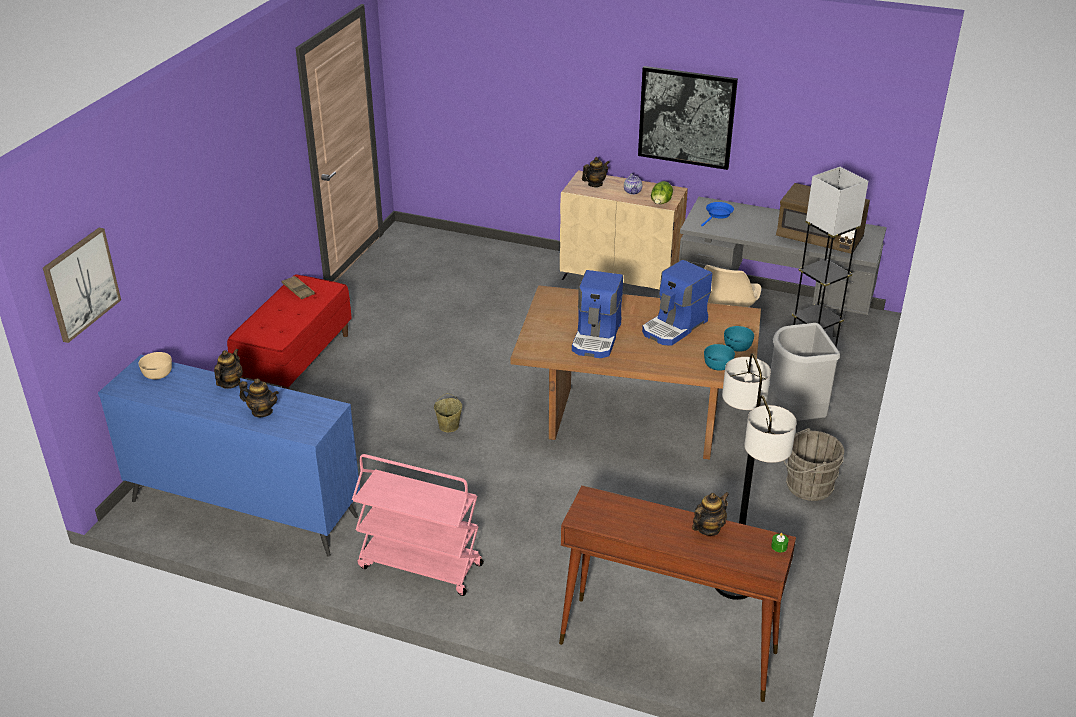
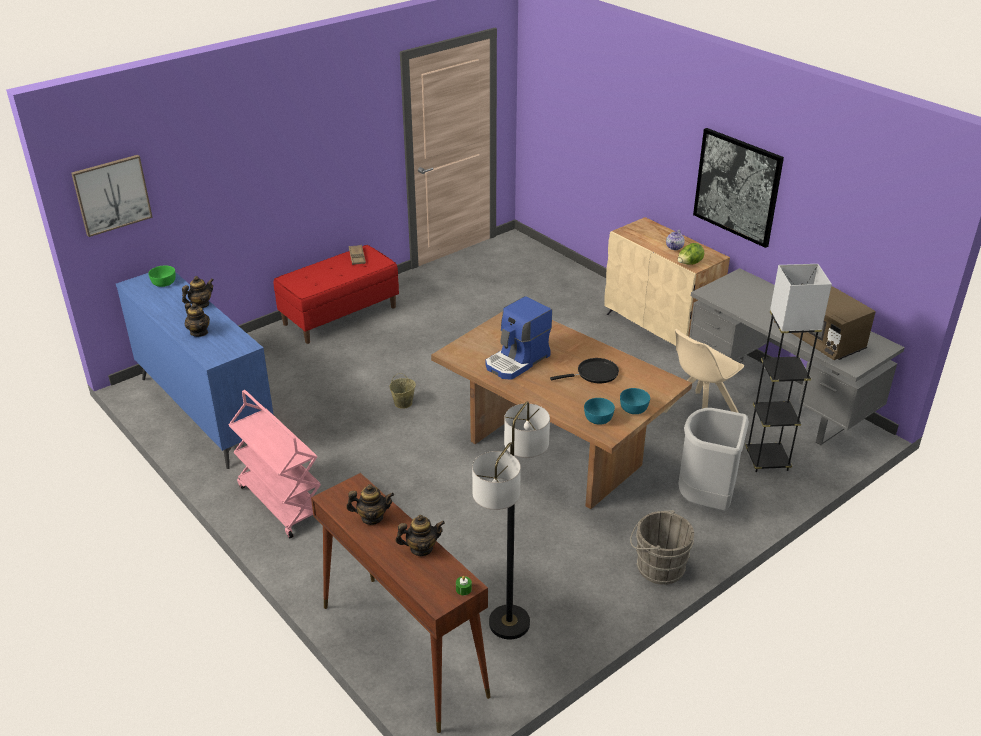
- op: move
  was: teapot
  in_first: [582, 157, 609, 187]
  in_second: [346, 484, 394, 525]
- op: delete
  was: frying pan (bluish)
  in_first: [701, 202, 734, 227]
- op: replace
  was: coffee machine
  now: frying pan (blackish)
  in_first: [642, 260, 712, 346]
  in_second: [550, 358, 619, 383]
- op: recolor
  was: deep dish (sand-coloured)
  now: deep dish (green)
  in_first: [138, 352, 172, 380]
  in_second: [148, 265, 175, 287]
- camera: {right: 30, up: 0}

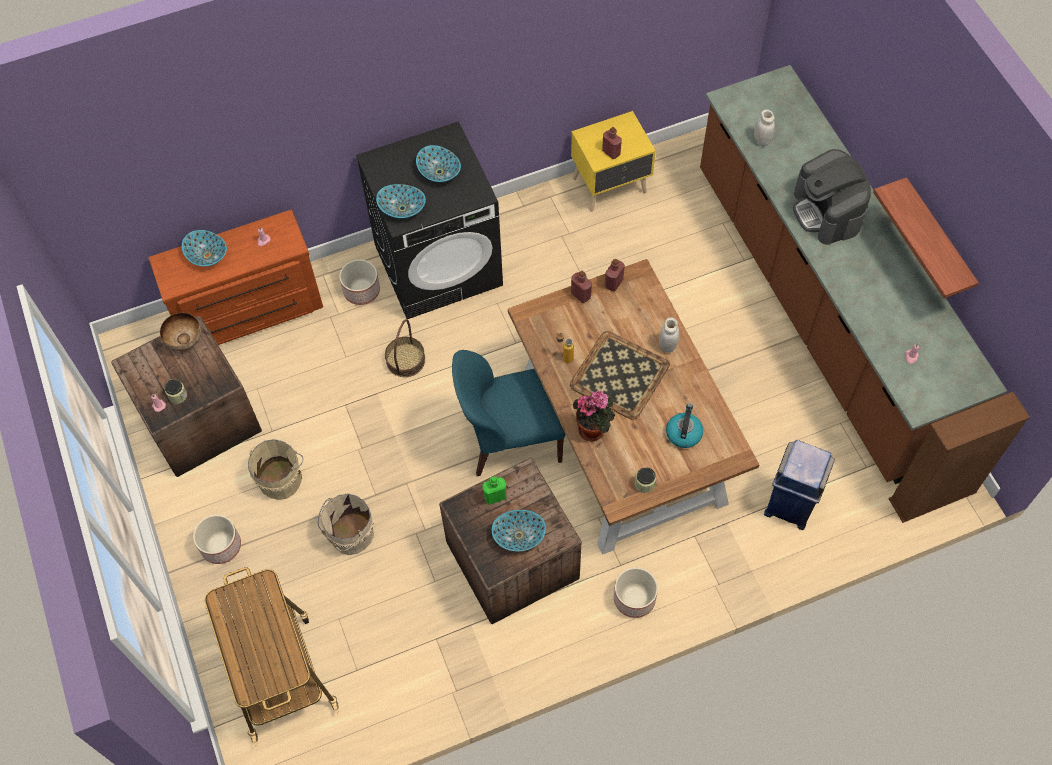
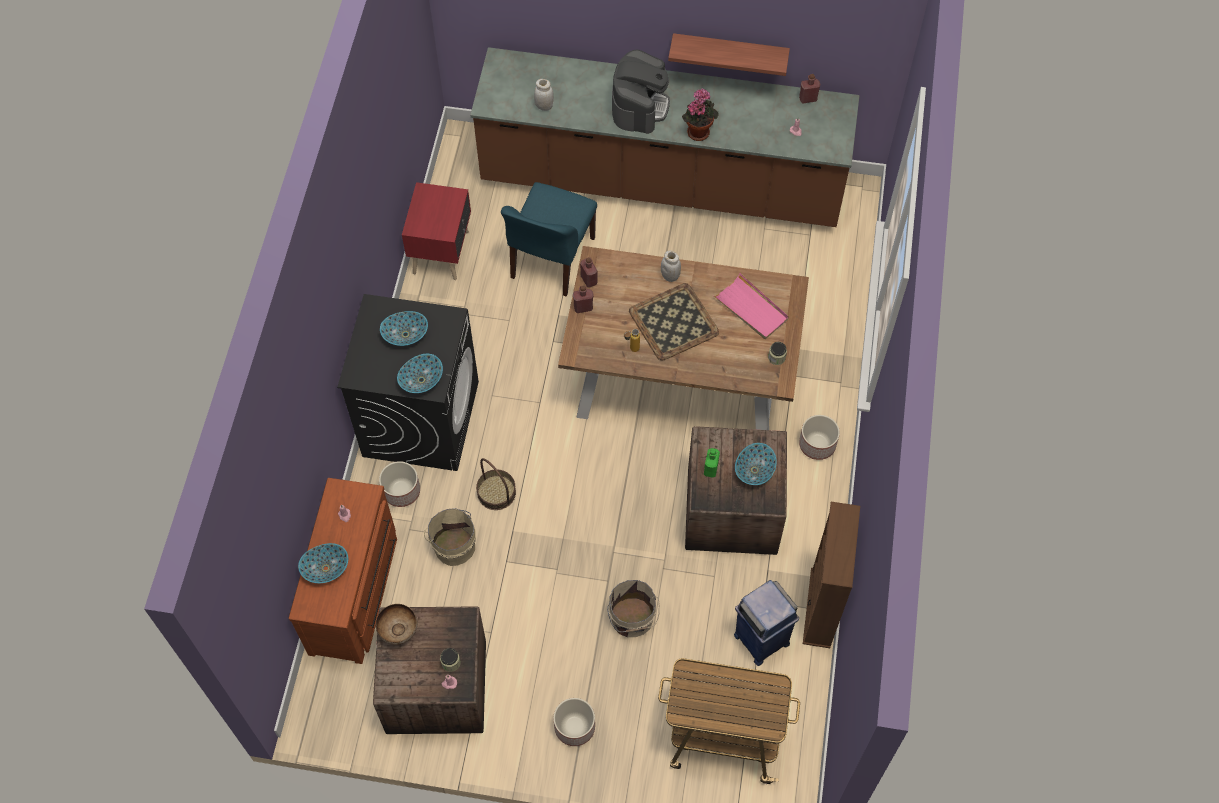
- op: recolor
  was: nightstand (yellowish)
  now: nightstand (red)
  in_first: [571, 111, 656, 212]
  in_second: [402, 182, 471, 280]
- op: move
  was: drink bottle (red)
  in_first: [602, 127, 622, 159]
  in_second: [799, 74, 820, 103]
- op: rotate
  was: coffee machine
  in_first: [793, 149, 871, 245]
  in_second: [612, 50, 670, 134]
  clockwise: -90
- op: move
  was: chair (bluish)
  in_first: [452, 350, 565, 476]
  in_second: [501, 182, 597, 296]
- op: move
  was: potted plant
  in_first: [573, 391, 615, 441]
  in_second: [682, 88, 719, 141]
- op: move
  was: bookcase (brownish)
  in_first: [888, 392, 1030, 523]
  in_second: [803, 502, 860, 648]
- op: replace
  was: water kettle
  now: serving tray (pinkish)
  in_first: [666, 404, 703, 448]
  in_second: [714, 273, 789, 339]
- op: move
  was: pail (sand-coloured)
  in_first: [248, 439, 303, 500]
  in_second: [424, 508, 476, 566]
- op: move
  was: waste bin (bluish)
  in_first: [764, 440, 835, 530]
  in_second: [734, 580, 799, 666]
- camera: {right: -60, up: 0}

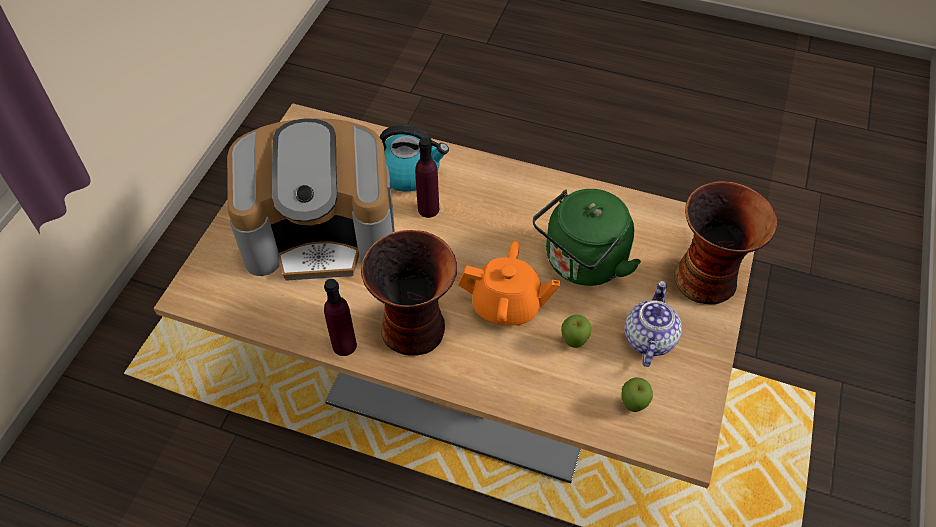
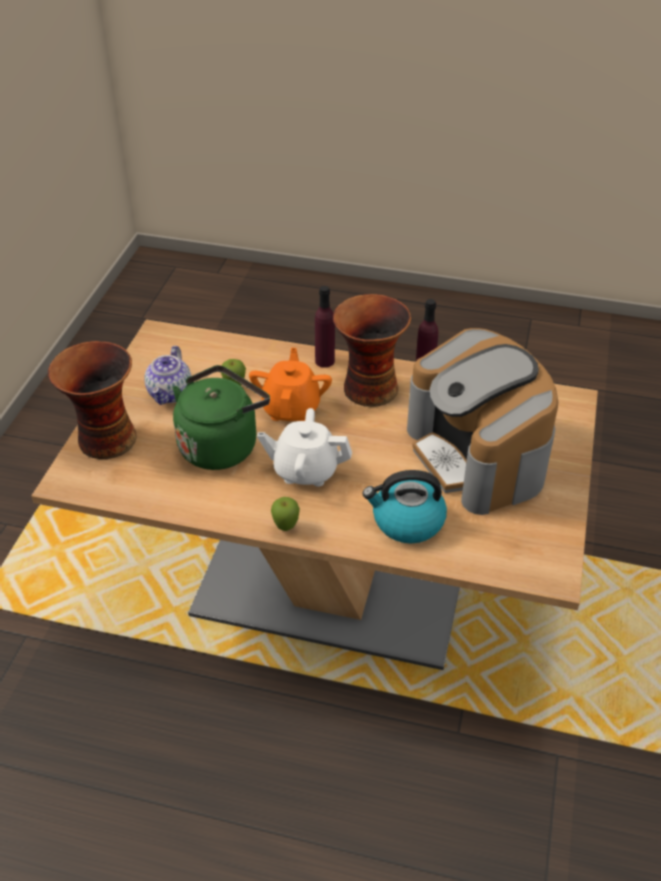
- op: rotate
  was: coffee machine
  in_first: [227, 118, 395, 281]
  in_second: [407, 328, 558, 515]
  clockwise: -105
- op: move
  was: drink bottle (purple-coloured)
  in_first: [415, 138, 439, 218]
  in_second: [315, 286, 335, 368]
- op: rotate
  was: teapot (orangey)
  in_first: [458, 241, 560, 326]
  in_second: [249, 348, 332, 421]
  clockwise: 90
- op: move
  was: apple
  in_first: [621, 377, 653, 412]
  in_second: [271, 497, 300, 531]
- op: insert
  now: teapot (white)
  in_second: [257, 408, 352, 487]
- camera: {right: 175, up: -10}

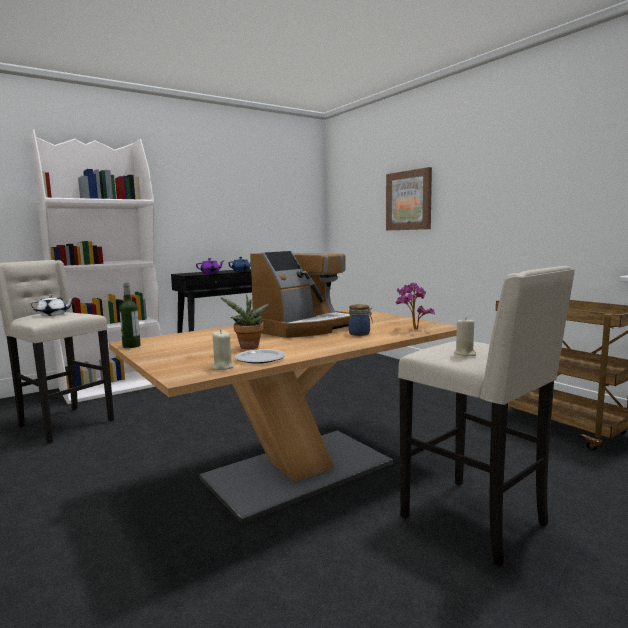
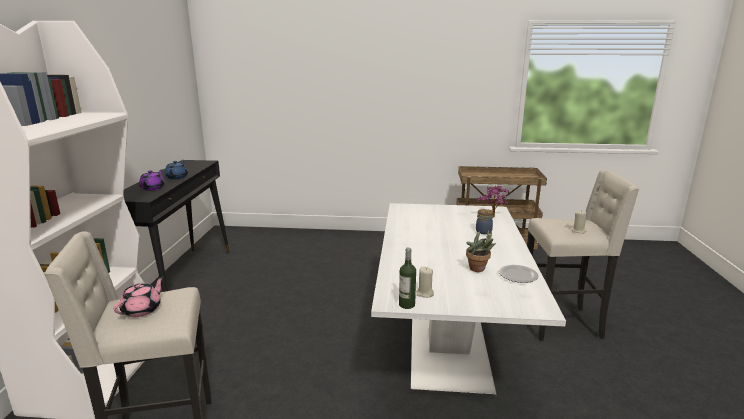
- op: delete
  was: picture
  in_first: [386, 167, 432, 230]
- op: delete
  was: coffee machine
  in_first: [250, 251, 350, 338]
- op: recolor
  was: teapot (white)
  now: teapot (pinkish)
  in_first: [29, 294, 76, 316]
  in_second: [113, 277, 164, 317]
- op: recolor
  was: dining table (brownish)
  now: dining table (white)
  in_first: [109, 310, 457, 524]
  in_second: [371, 203, 566, 398]
- op: move
  was: wax candle (sand-coloured)
  in_first: [212, 330, 234, 370]
  in_second: [416, 267, 434, 298]
- camera: {right: -50, up: 10}

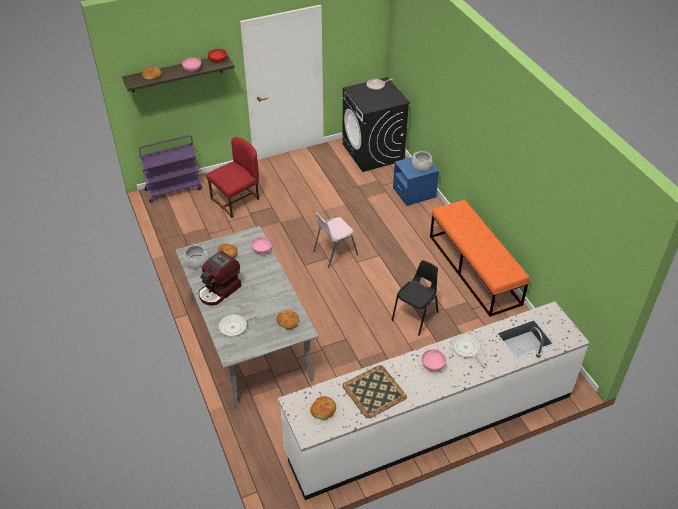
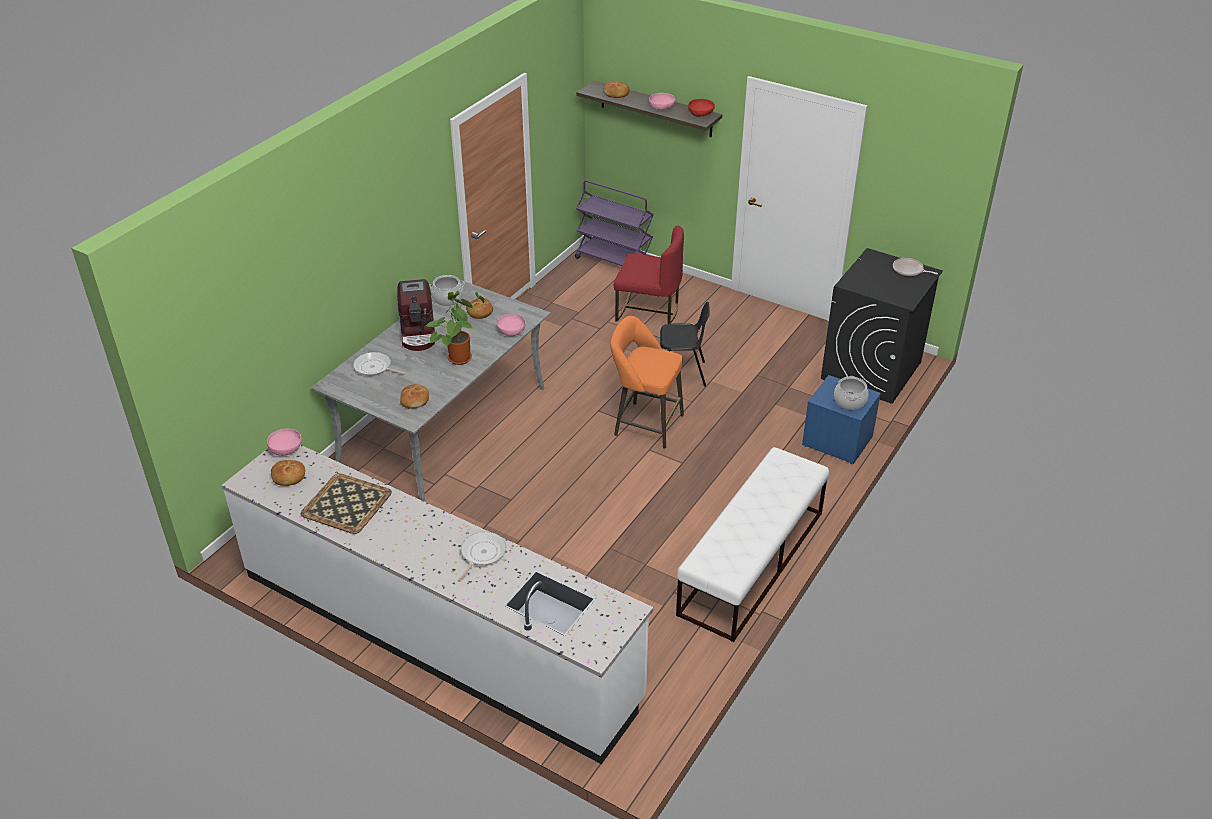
- op: recolor
  was: long seat (orangey)
  now: long seat (white)
  in_first: [430, 200, 530, 317]
  in_second: [676, 447, 830, 642]
- op: replace
  was: chair (pinkish)
  now: sitting stool (orangey)
  in_first: [313, 213, 358, 268]
  in_second: [610, 316, 684, 449]
- op: rotate
  was: coffee machine
  in_first: [199, 251, 242, 305]
  in_second: [397, 279, 435, 351]
  clockwise: -105
- op: move
  was: chair (blackish)
  in_first: [391, 260, 438, 336]
  in_second: [660, 302, 710, 387]
- op: move
  was: deep dish (pinkish)
  in_first: [421, 349, 446, 372]
  in_second: [267, 429, 301, 456]
- op: insert
  now: potted plant
  in_second: [426, 291, 485, 365]
- camera: {right: 55, up: -5}

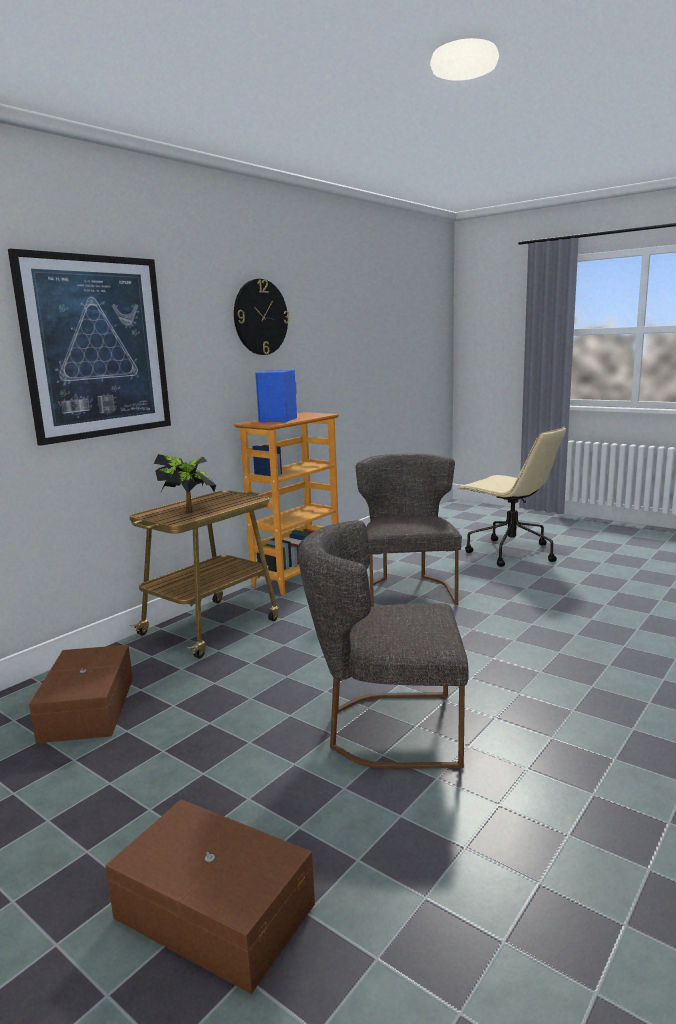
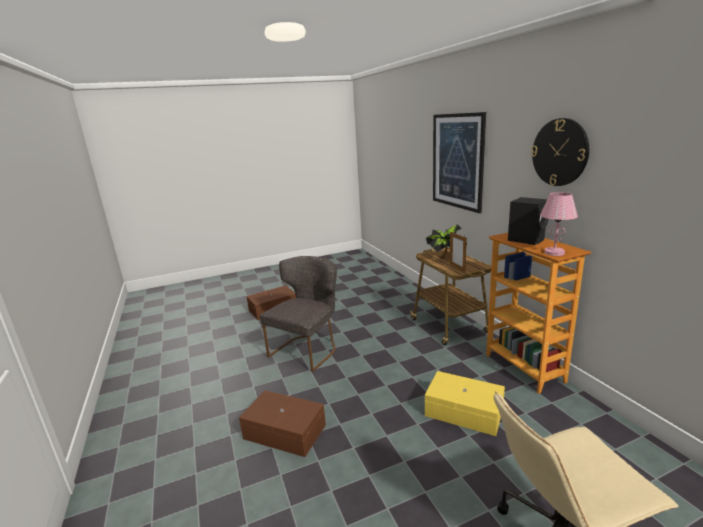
- op: recolor
  was: audio speaker (bluish)
  now: audio speaker (blackish)
  in_first: [255, 370, 297, 423]
  in_second: [508, 197, 549, 245]
- op: replace
  was: chair (grey)
  now: storage bin (yellowish)
  in_first: [356, 454, 462, 607]
  in_second: [425, 371, 505, 436]
- op: move
  was: storage bin (brownish)
  in_first: [29, 645, 133, 744]
  in_second: [239, 390, 326, 457]
- op: insert
  now: tabletop lamp (pinkish)
  in_second: [540, 192, 578, 256]
- op: insert
  now: standing frame
  in_second: [450, 232, 467, 272]
- camera: {right: 120, up: 5}

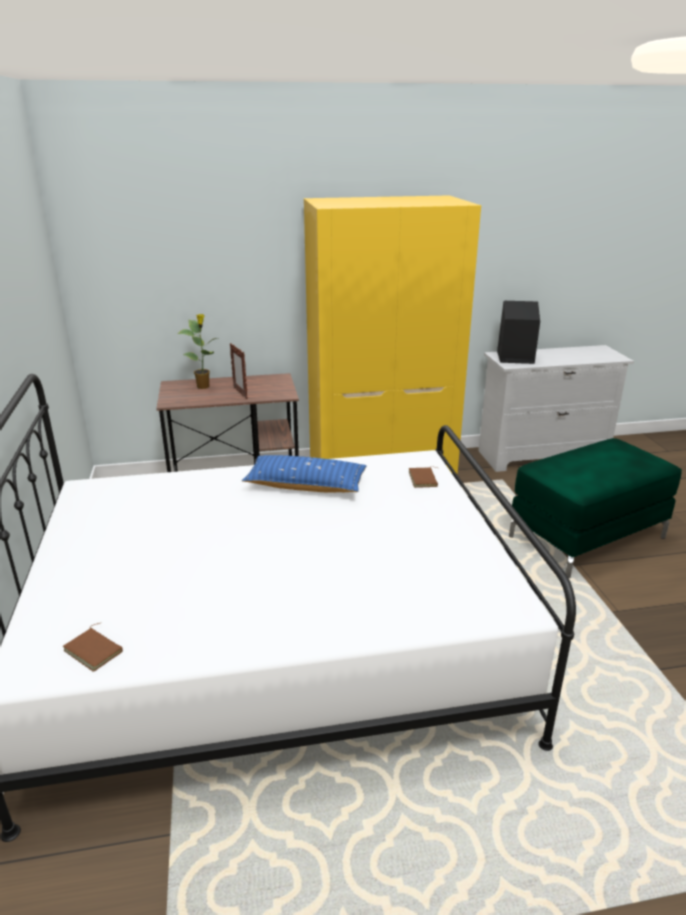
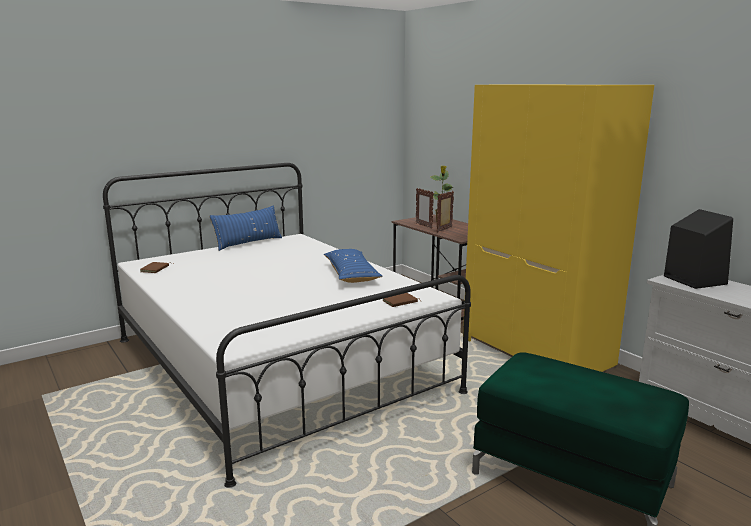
- op: insert
  now: standing frame
  in_second: [416, 188, 434, 229]
- op: insert
  now: pillow (bluish)
  in_second: [209, 206, 282, 251]
- camera: {right: 65, up: -10}

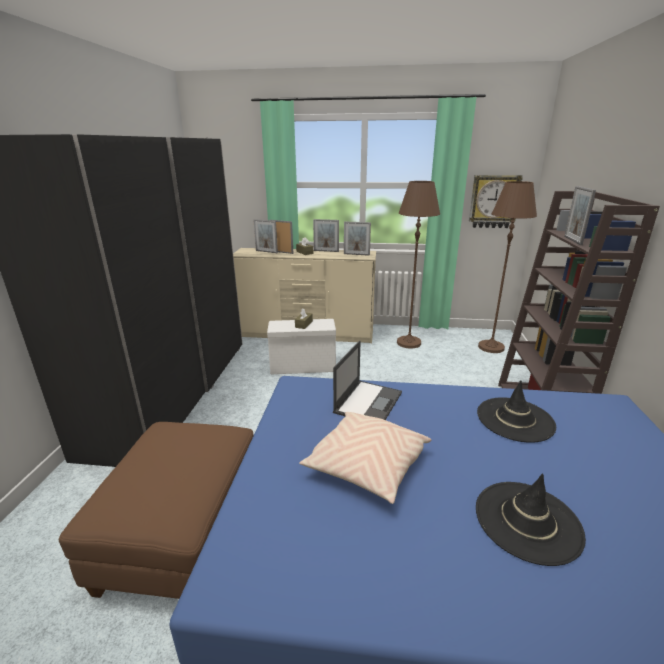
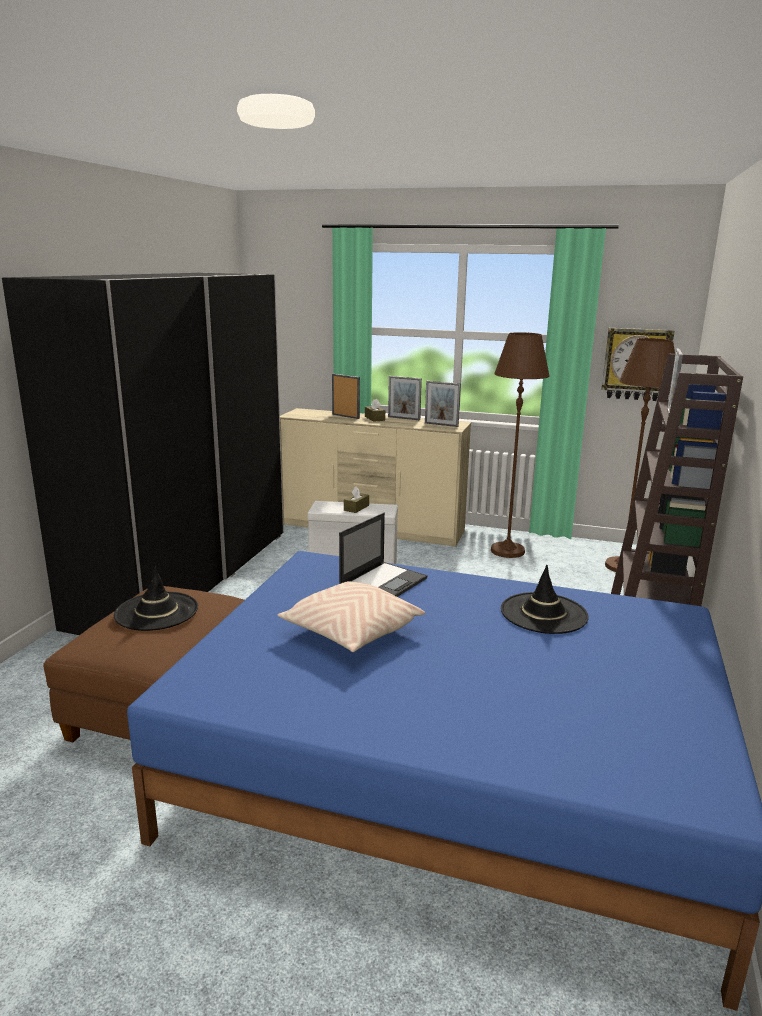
- op: delete
  was: standing frame
  in_first: [253, 219, 278, 253]
- op: move
  was: hat (blackish)
  in_first: [476, 473, 586, 566]
  in_second: [114, 567, 198, 631]
- camera: {right: 10, up: -5}

